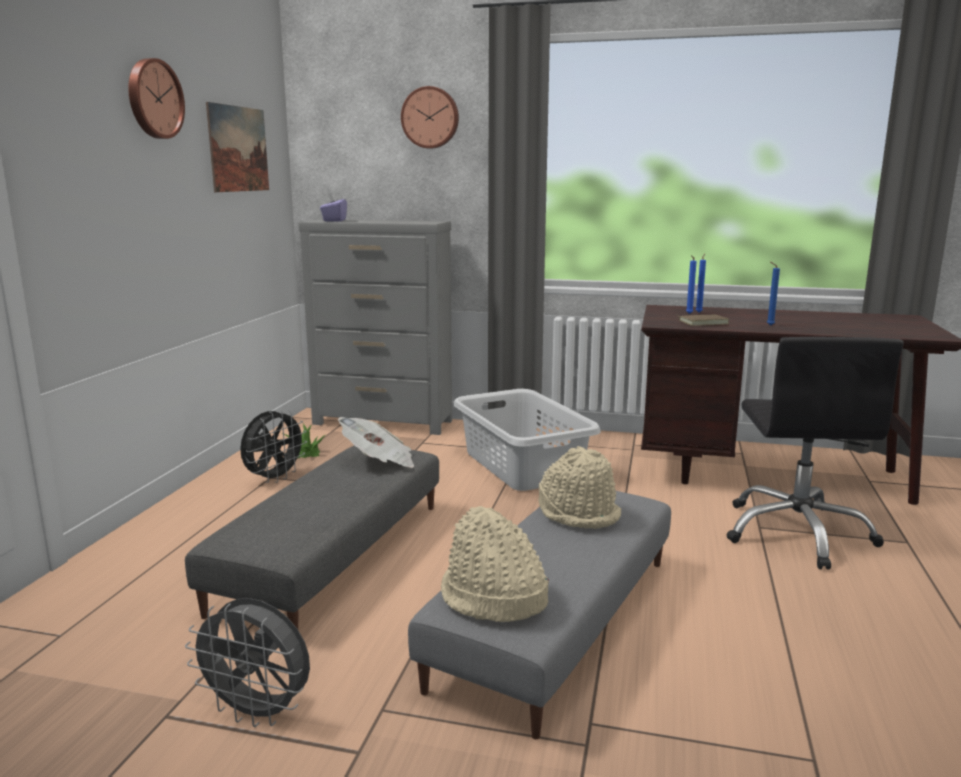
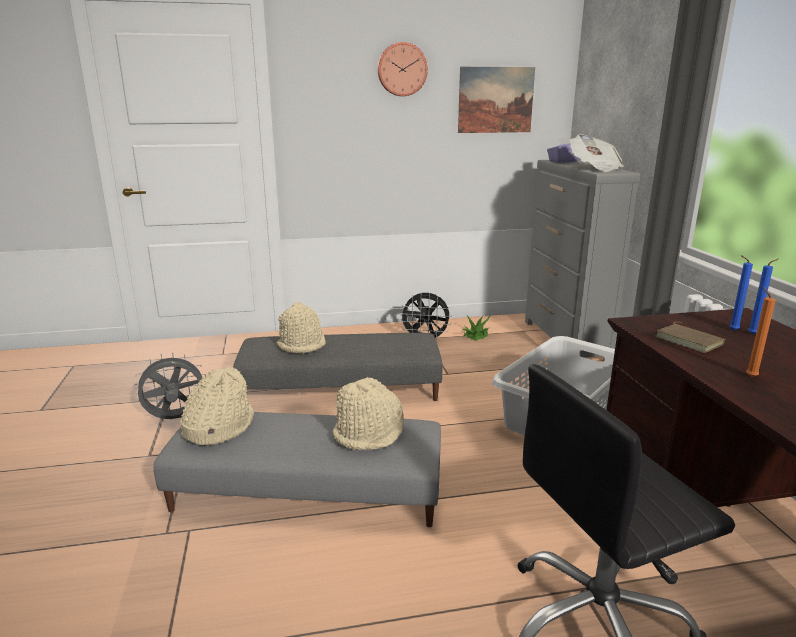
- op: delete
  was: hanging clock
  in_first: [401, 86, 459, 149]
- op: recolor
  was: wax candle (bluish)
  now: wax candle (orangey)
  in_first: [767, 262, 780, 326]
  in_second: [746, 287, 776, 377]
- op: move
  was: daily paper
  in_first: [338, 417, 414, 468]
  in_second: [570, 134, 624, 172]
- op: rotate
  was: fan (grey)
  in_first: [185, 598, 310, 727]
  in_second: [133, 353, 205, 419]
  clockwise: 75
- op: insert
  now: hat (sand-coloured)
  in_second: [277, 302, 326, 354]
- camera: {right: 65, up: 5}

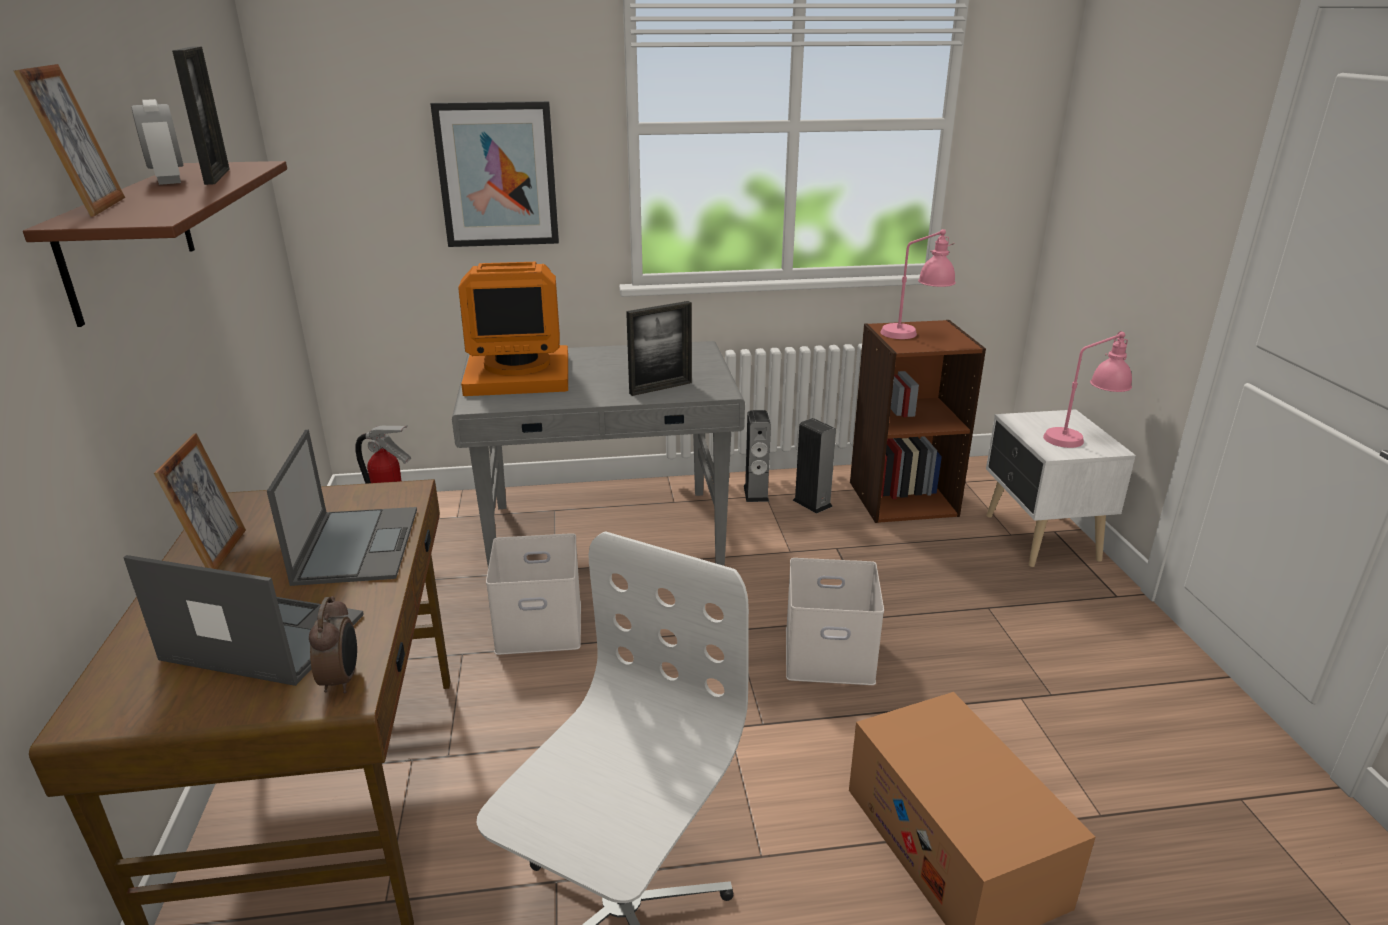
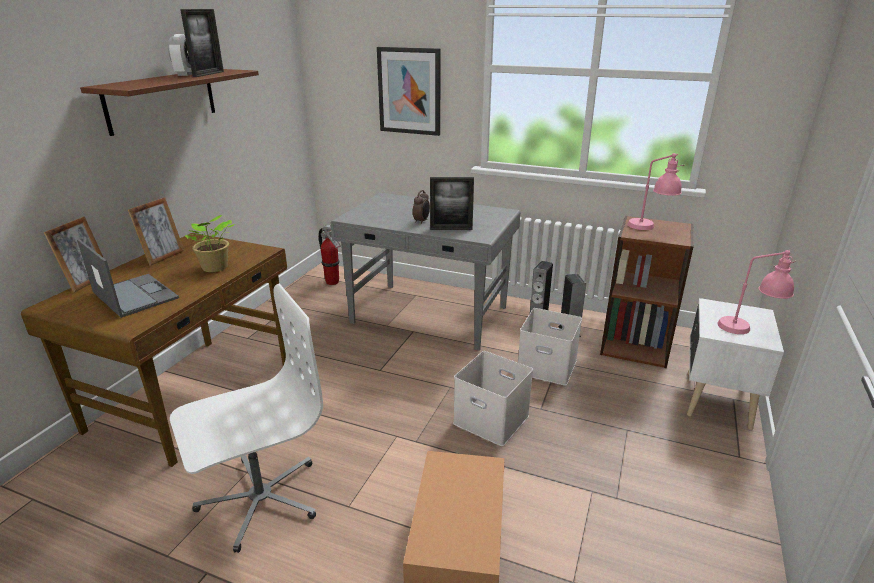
- op: move
  was: standing frame
  in_first: [14, 64, 125, 217]
  in_second: [44, 216, 111, 293]
- op: delete
  was: computer display
  in_first: [458, 262, 568, 396]
- op: replace
  was: notebook computer
  now: potted plant
  in_first: [267, 430, 417, 586]
  in_second: [185, 215, 235, 272]
- op: move
  was: storage bin (white)
  in_first: [486, 533, 581, 655]
  in_second: [518, 308, 582, 386]
- op: move
  was: table clock
  in_first: [309, 596, 357, 693]
  in_second: [413, 190, 430, 224]
- camera: {right: 30, up: 0}

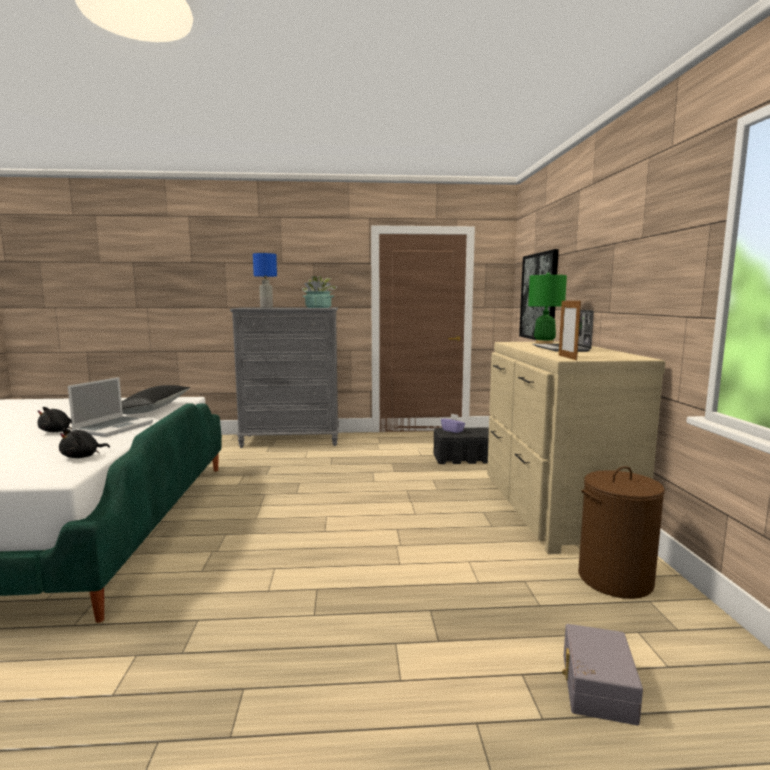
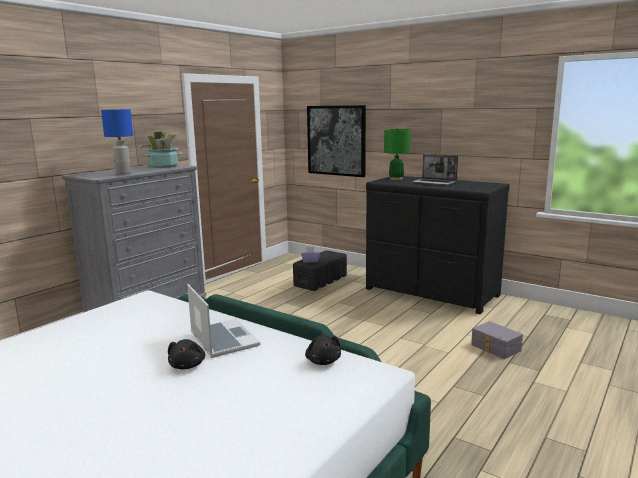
- op: delete
  was: standing frame
  in_first: [559, 299, 581, 360]
- op: recolor
  was: drawer chest (sand-coloured)
  now: drawer chest (blackish)
  in_first: [487, 342, 666, 554]
  in_second: [366, 176, 510, 314]
- op: delete
  was: pillow (blackish)
  in_first: [122, 385, 190, 414]
- op: delete
  was: washing basket (brownish)
  in_first: [579, 466, 665, 599]
- op: move
  was: storage bin (grey)
  in_first: [562, 624, 643, 726]
  in_second: [471, 321, 523, 359]
- camera: {right: -50, up: 5}

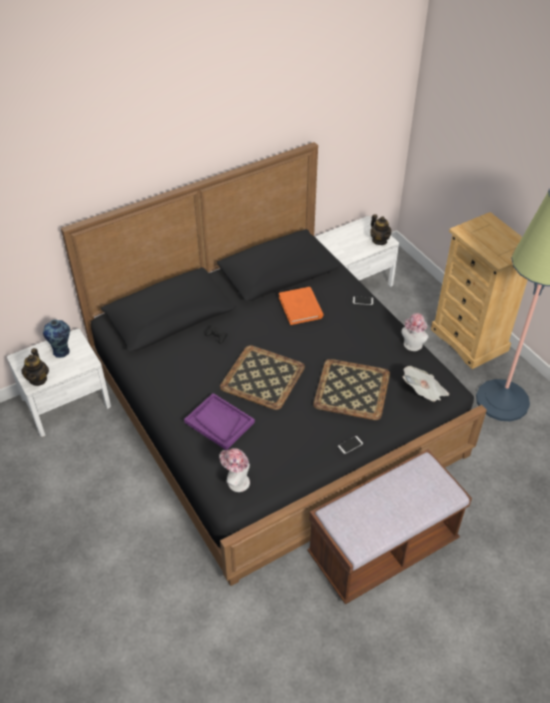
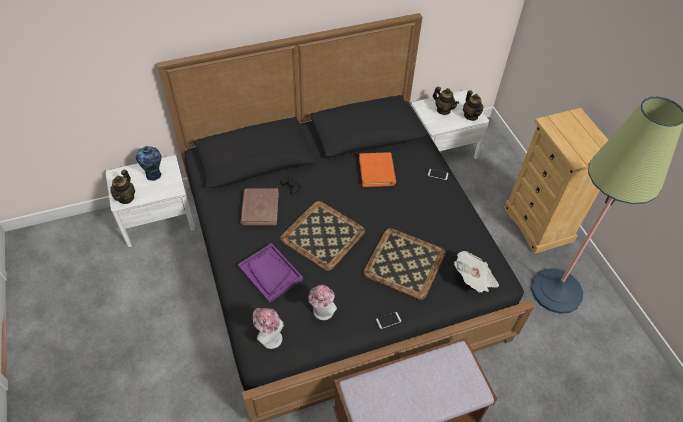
- op: move
  was: hat
  in_first: [401, 313, 429, 351]
  in_second: [308, 285, 337, 320]
- op: insert
  now: teapot
  in_second: [433, 87, 459, 115]
- op: insert
  now: volume (brownish)
  in_second: [240, 188, 279, 225]
- camera: {right: 10, up: 5}

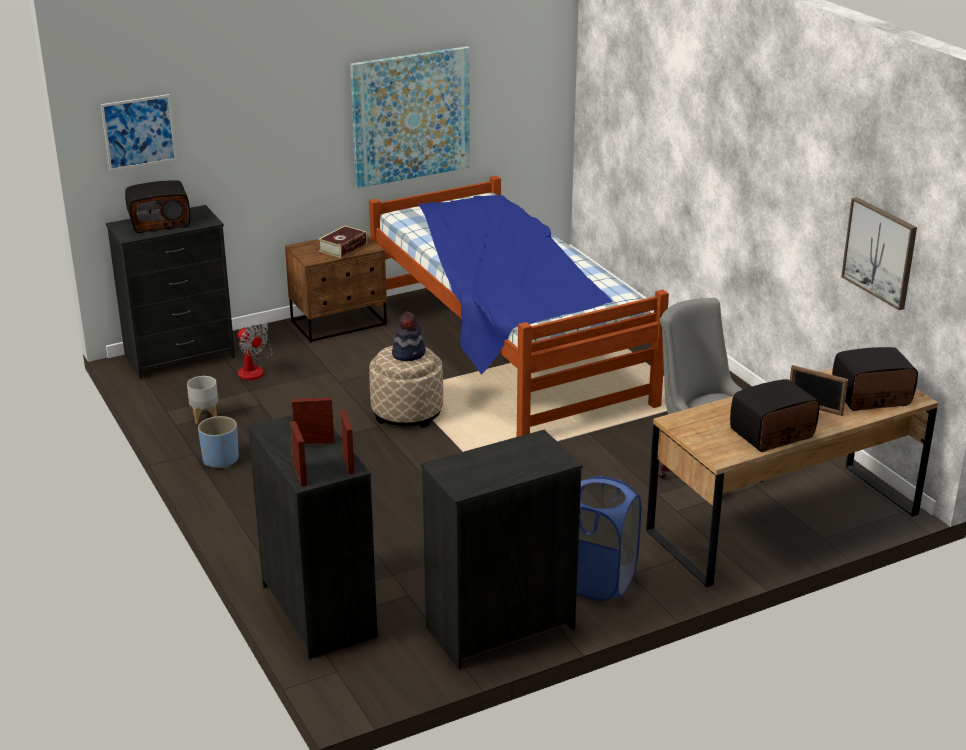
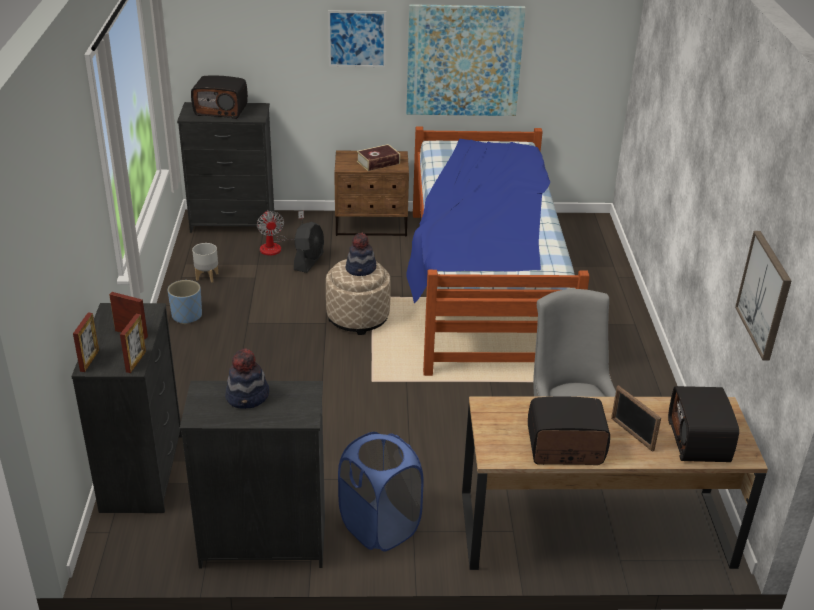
- op: move
  was: picture
  in_first: [101, 94, 177, 171]
  in_second: [328, 10, 386, 67]
- op: rotate
  was: radio
  in_first: [832, 347, 918, 411]
  in_second: [668, 386, 739, 462]
  clockwise: -105
- op: insert
  now: fan (blackish)
  in_second: [294, 222, 324, 273]
- op: insert
  now: hat
  in_second: [225, 348, 269, 409]
- camera: {right: 25, up: 5}

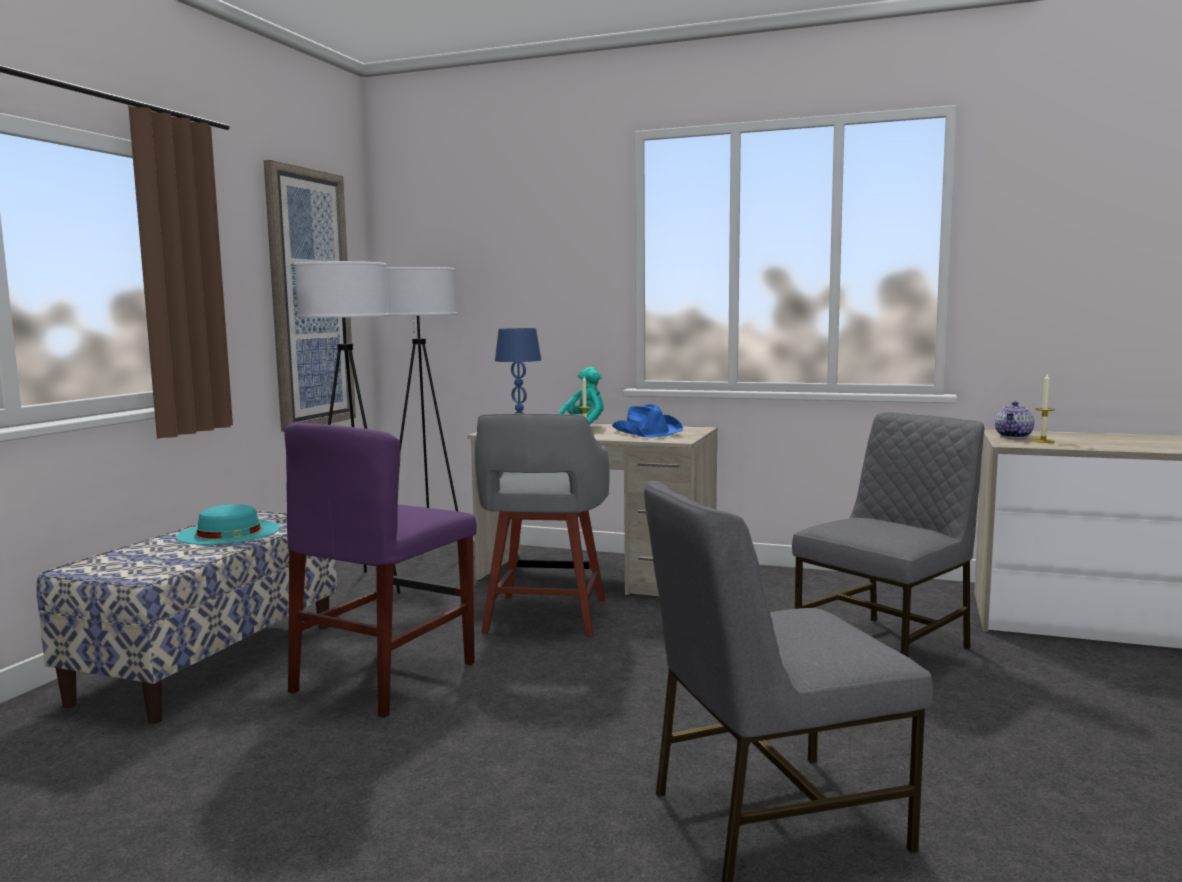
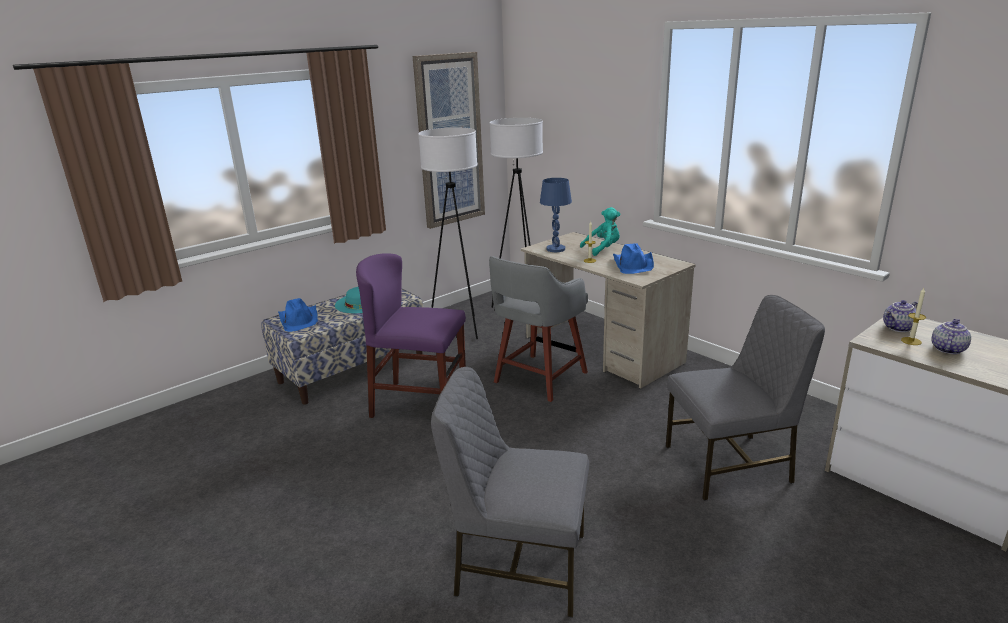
- op: rotate
  was: chair (purple-coloured)
  in_first: [285, 423, 477, 718]
  in_second: [356, 253, 466, 418]
  clockwise: 45
- op: insert
  now: hat (bluish)
  in_second: [278, 298, 318, 332]
- op: insert
  now: teapot
  in_second: [931, 319, 971, 354]
- camera: {right: 30, up: 15}

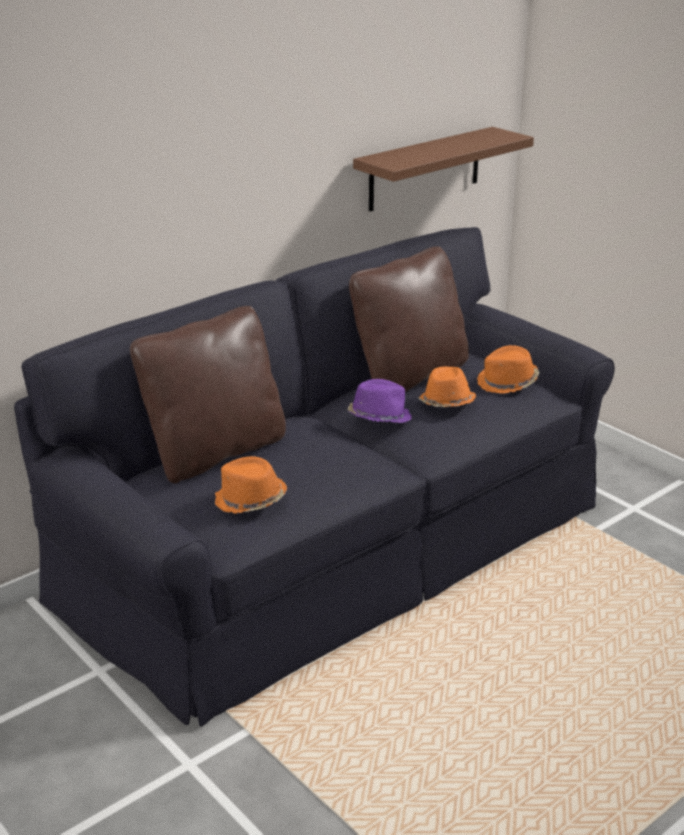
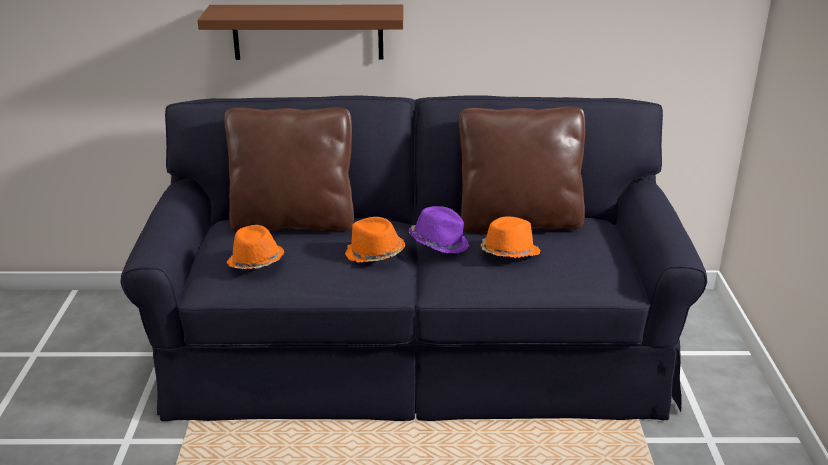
- op: move
  was: wall shelf (brownish)
  in_first: [353, 127, 534, 211]
  in_second: [197, 5, 404, 60]
- op: move
  was: hat (orangey)
  in_first: [477, 345, 539, 394]
  in_second: [345, 217, 405, 263]
- camera: {right: 40, up: 0}

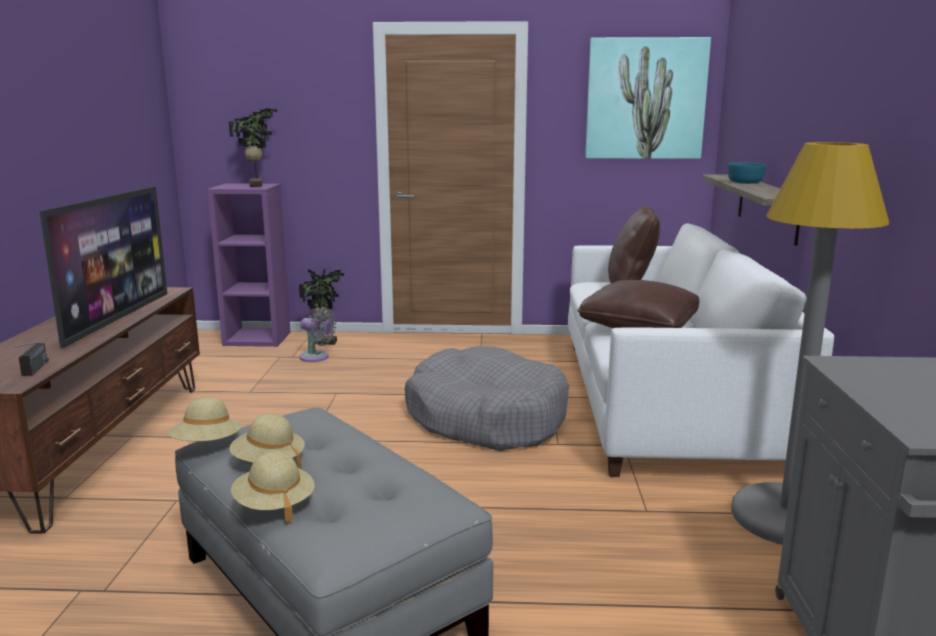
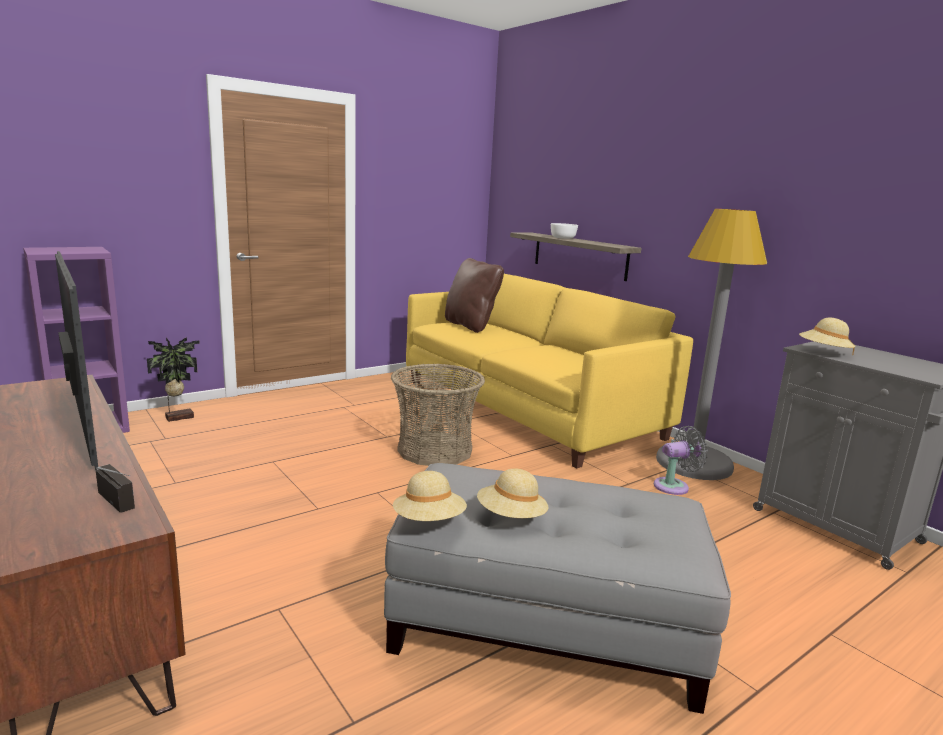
- op: delete
  was: picture
  in_first: [585, 37, 711, 159]
- op: delete
  was: potted plant
  in_first: [229, 108, 278, 187]
- op: recolor
  was: deep dish (turquoise)
  now: deep dish (white)
  in_first: [727, 163, 767, 184]
  in_second: [551, 223, 578, 239]
- op: recolor
  was: sofa (white)
  now: sofa (yellowish)
  in_first: [568, 223, 834, 477]
  in_second: [406, 274, 693, 468]
- op: delete
  was: pillow (brownish)
  in_first: [577, 280, 699, 328]
- op: move
  was: fan (grey)
  in_first: [300, 307, 336, 362]
  in_second: [654, 426, 708, 495]
- op: replace
  was: dog bed (grey)
  now: storage basket
  in_first: [405, 346, 569, 451]
  in_second: [391, 364, 485, 466]
- op: move
  was: hat (sand-coloured)
  in_first: [231, 452, 315, 523]
  in_second: [799, 318, 856, 356]
- camera: {right: -40, up: 0}

